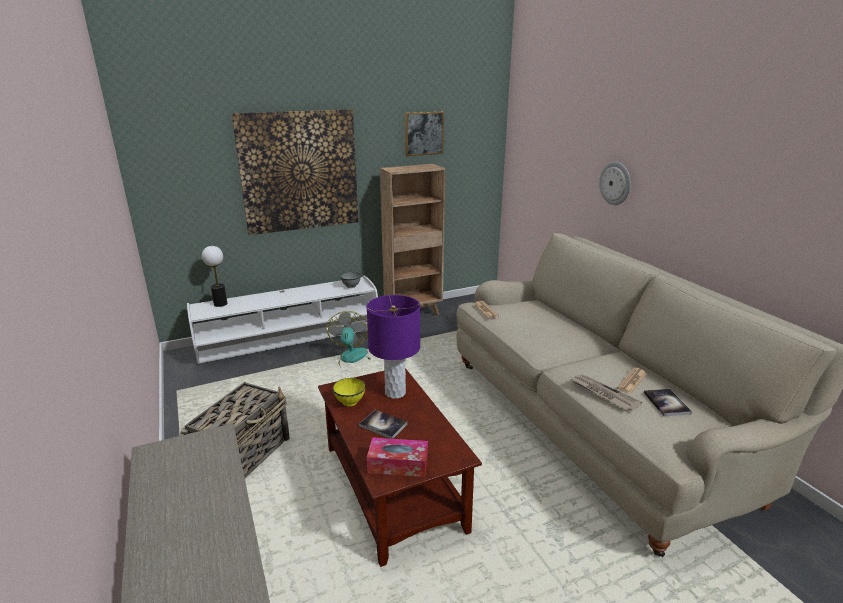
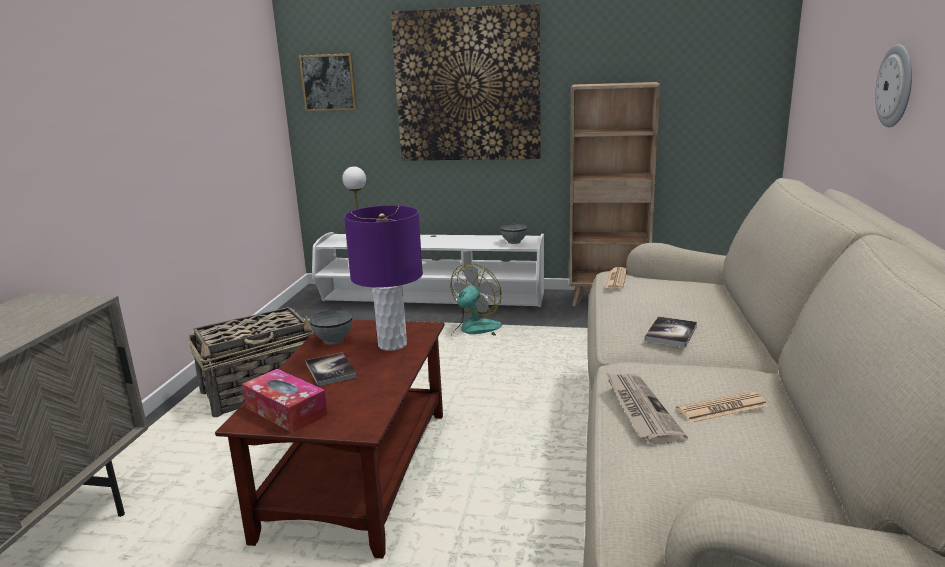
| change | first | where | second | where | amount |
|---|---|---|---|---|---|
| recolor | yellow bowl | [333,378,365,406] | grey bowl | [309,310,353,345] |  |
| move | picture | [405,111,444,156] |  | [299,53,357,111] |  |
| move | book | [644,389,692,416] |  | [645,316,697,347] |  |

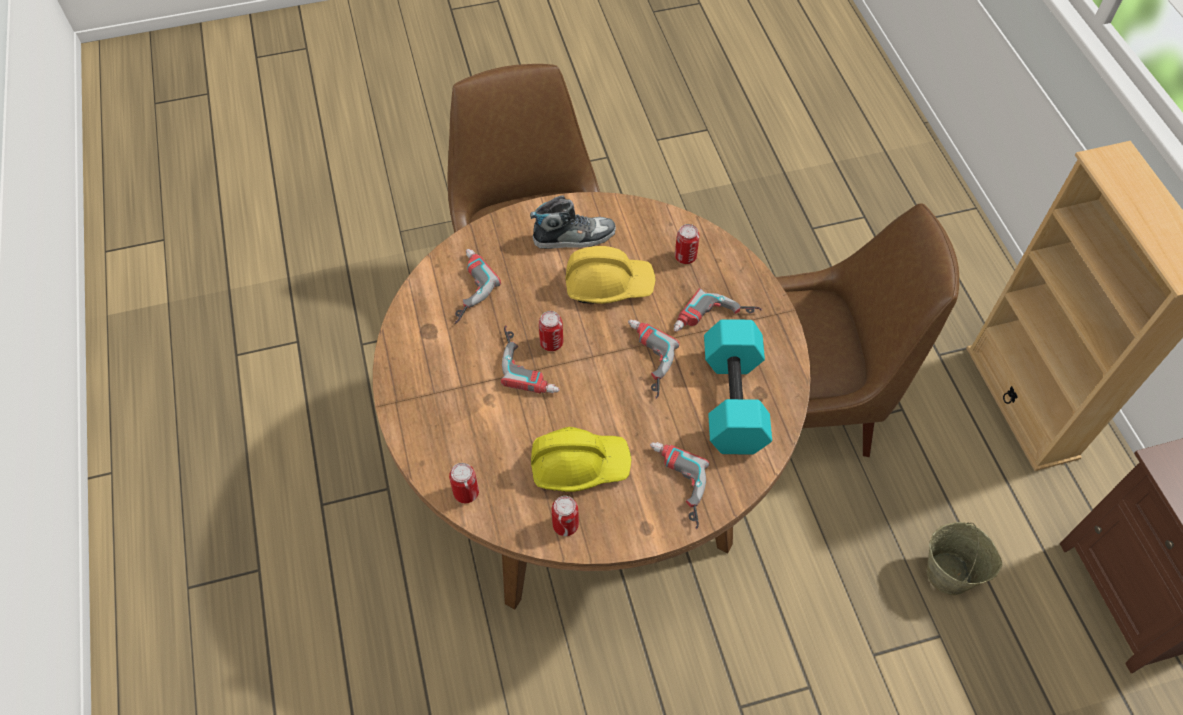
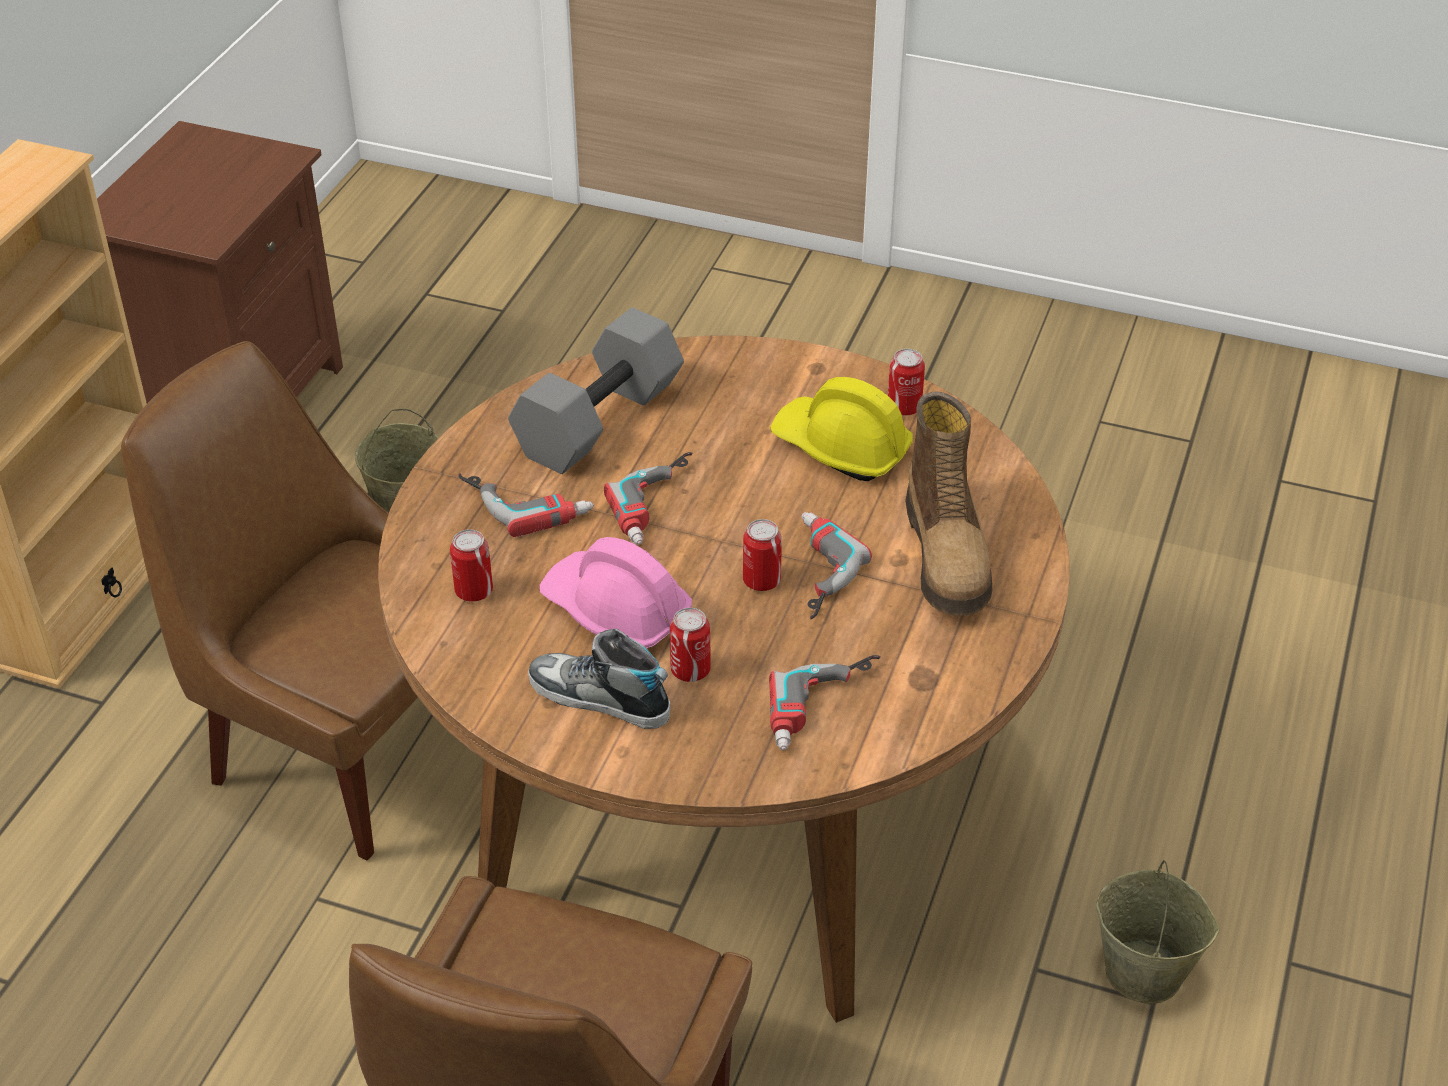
| change | first | where | second | where | amount |
|---|---|---|---|---|---|
| move | can | [449,463,479,503] |  | [670,608,711,682] |  |
| recolor | yellow hard hat | [565,246,656,304] | pink hard hat | [539,537,692,648] |  |
| delete | power drill | [650,442,709,530] |  |  |  |
| recolor | turquoise dumbbell | [704,319,772,455] | grey dumbbell | [508,308,684,474] |  |
| insert |  |  | boot | [905,392,992,616] |  |
| insert |  |  | beige bucket | [1096,860,1219,1004] |  |

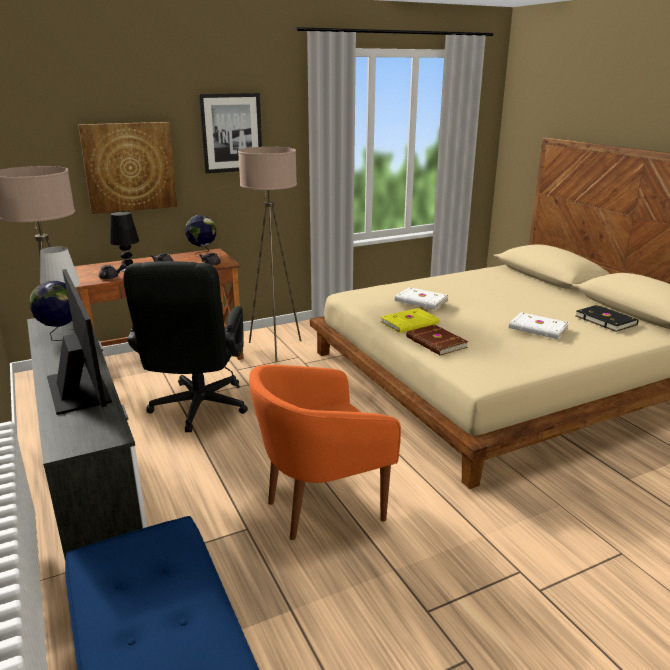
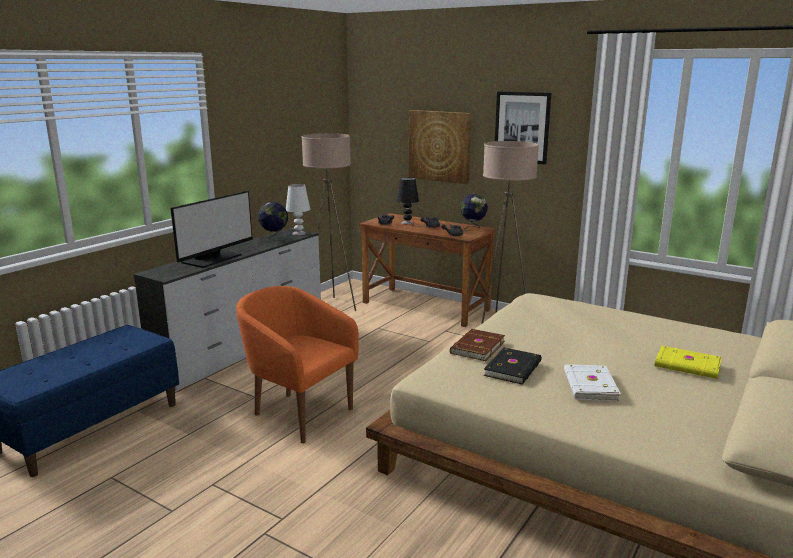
| change | first | where | second | where | amount |
|---|---|---|---|---|---|
| delete | black office chair | [124,261,248,432] |  |  |  |
| move | yellow book | [380,308,439,333] |  | [655,346,722,379] |  |
| delete | white book | [395,287,449,310] |  |  |  |
| move | black book | [576,305,639,332] |  | [484,347,542,384] |  |

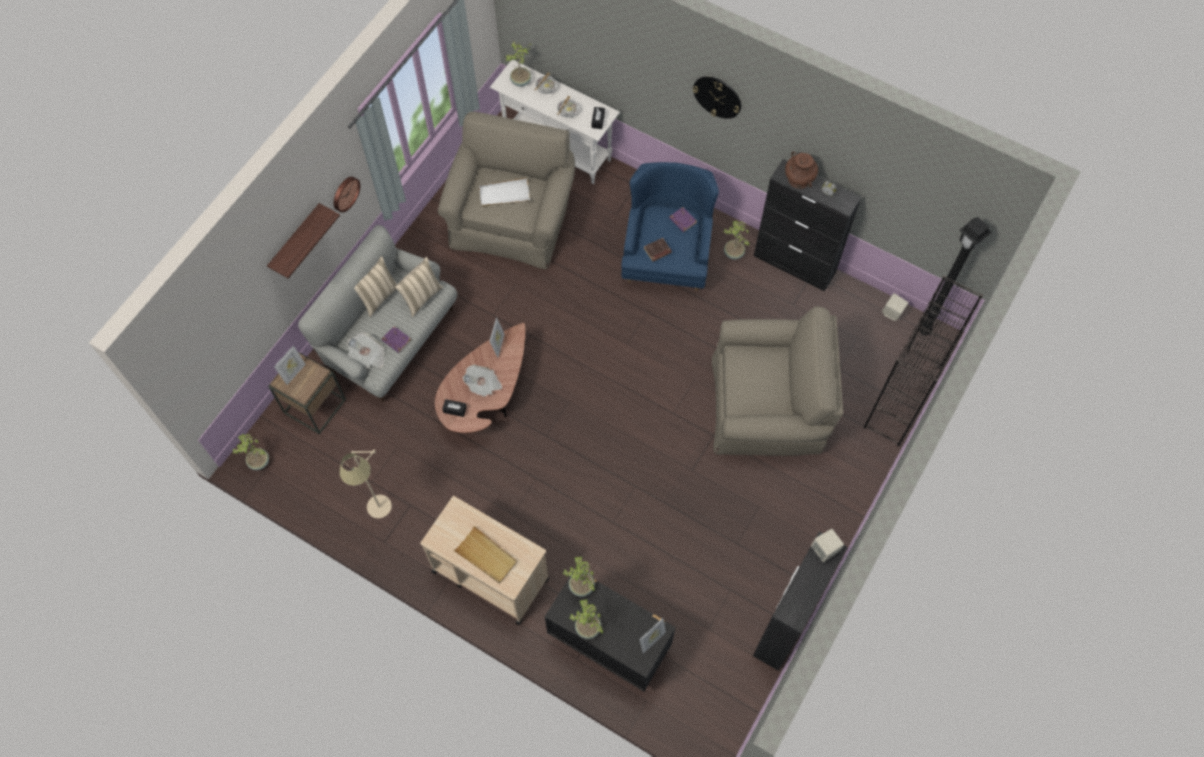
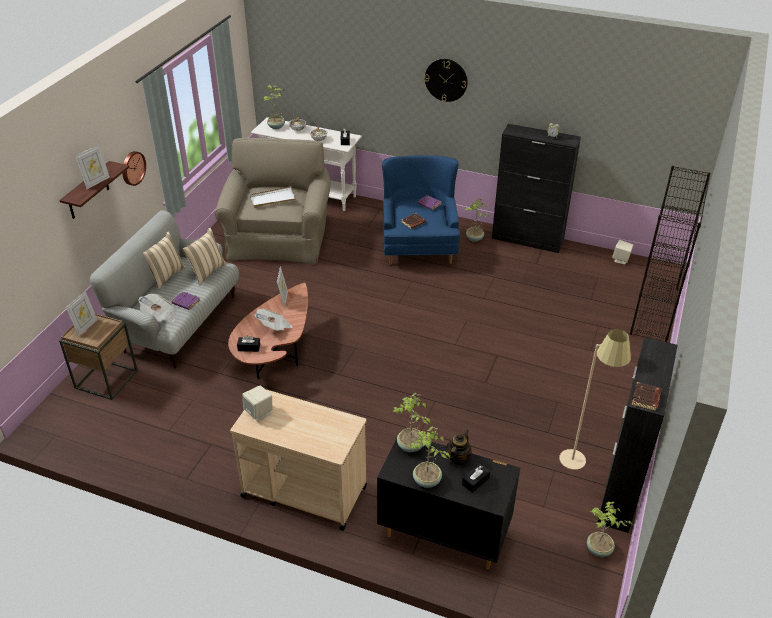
| change | first | where | second | where | amount |
|---|---|---|---|---|---|
| move | potted plant | [232,434,269,470] |  | [587,502,633,557] |  |
| move | beige floor lamp | [340,450,392,519] |  | [559,329,631,470] |  |
| delete | beige tray | [453,526,517,584] |  |  |  |
| move | picture frame | [640,618,666,654] |  | [75,145,110,189] |  |
| delete | beige armchair | [712,306,843,456] |  |  |  |
| delete | brown vase | [785,151,818,189] |  |  |  |
| move | beige speaker | [811,529,844,562] |  | [243,385,272,422] |  |
| delete | black floor lamp | [919,217,992,335] |  |  |  |
| insert |  |  | teapot | [446,429,472,465] |  |
| insert |  |  | black tissue box | [462,463,490,493] |  |
| insert |  |  | brown book | [631,382,661,411] |  |

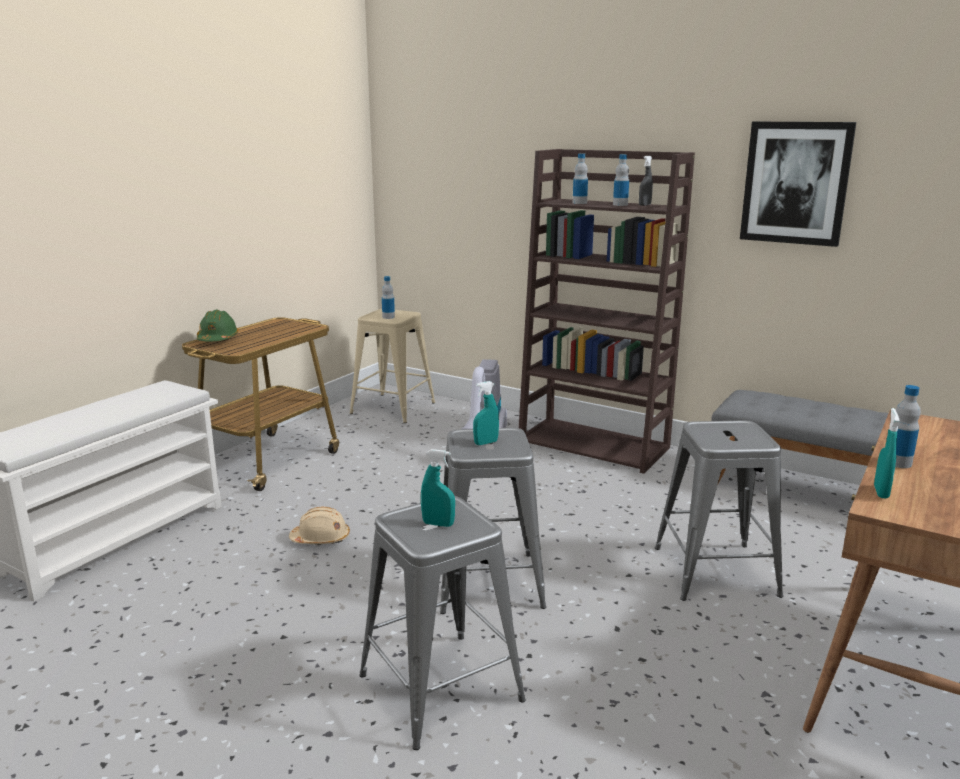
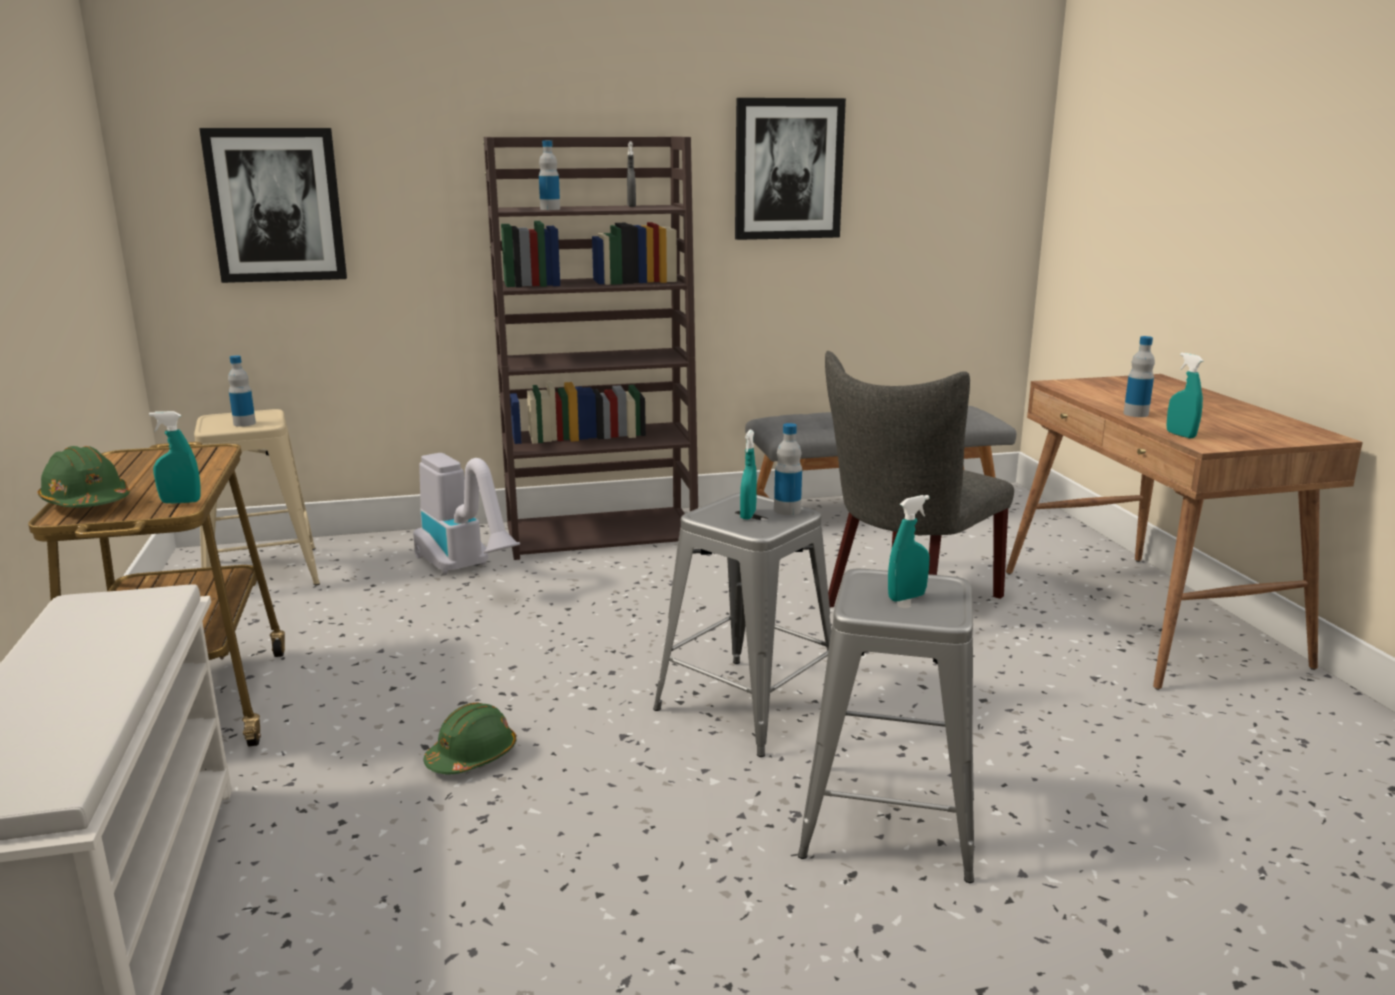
| change | first | where | second | where | amount |
|---|---|---|---|---|---|
| recolor | beige hard hat | [289,506,350,544] | green hard hat | [424,702,517,774] |  |
| move | bottle | [613,154,629,206] |  | [774,423,802,515] |  |
| replace | grey stool | [655,420,783,601] | grey chair | [825,351,1014,607] |  |
| insert |  |  | turquoise spray bottle | [149,411,201,504] |  |
| insert |  |  | picture | [199,128,347,283] |  |

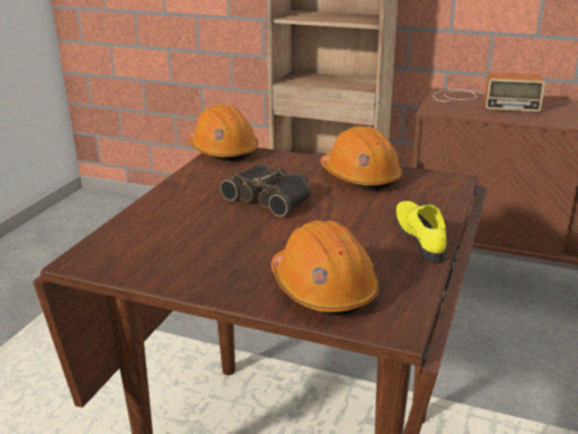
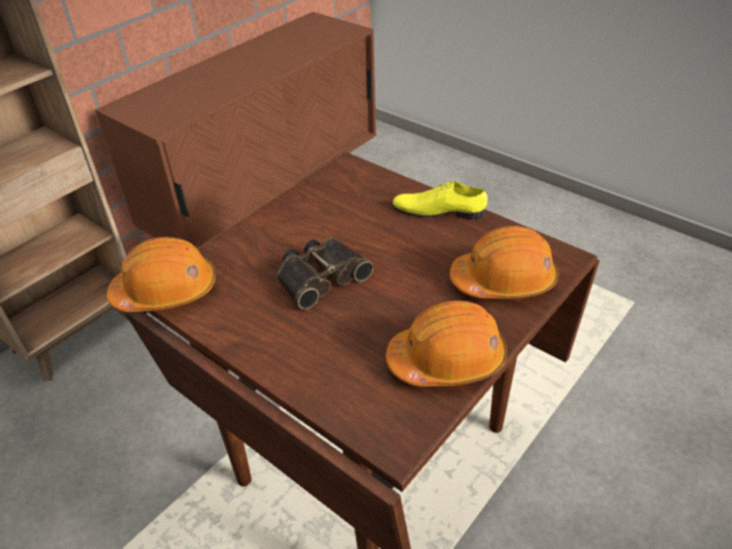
| change | first | where | second | where | amount |
|---|---|---|---|---|---|
| move | orange hard hat | [320,126,403,190] |  | [386,300,507,387] |  |
| delete | radio | [433,72,545,112] |  |  |  |

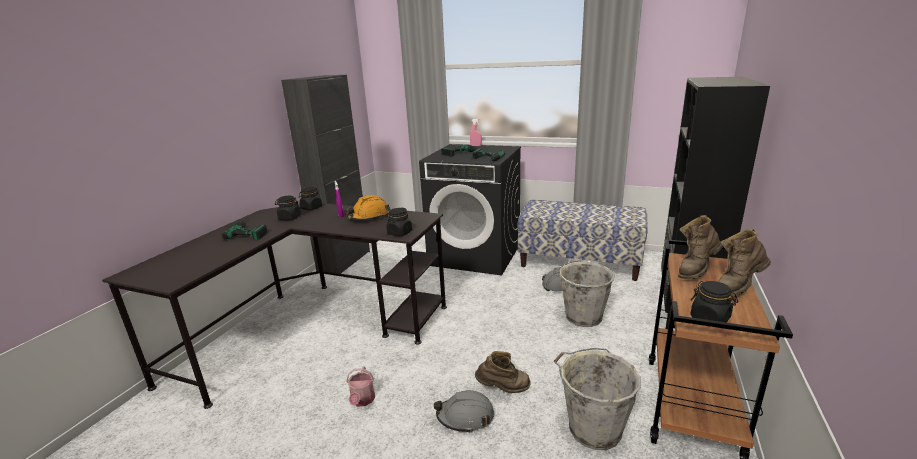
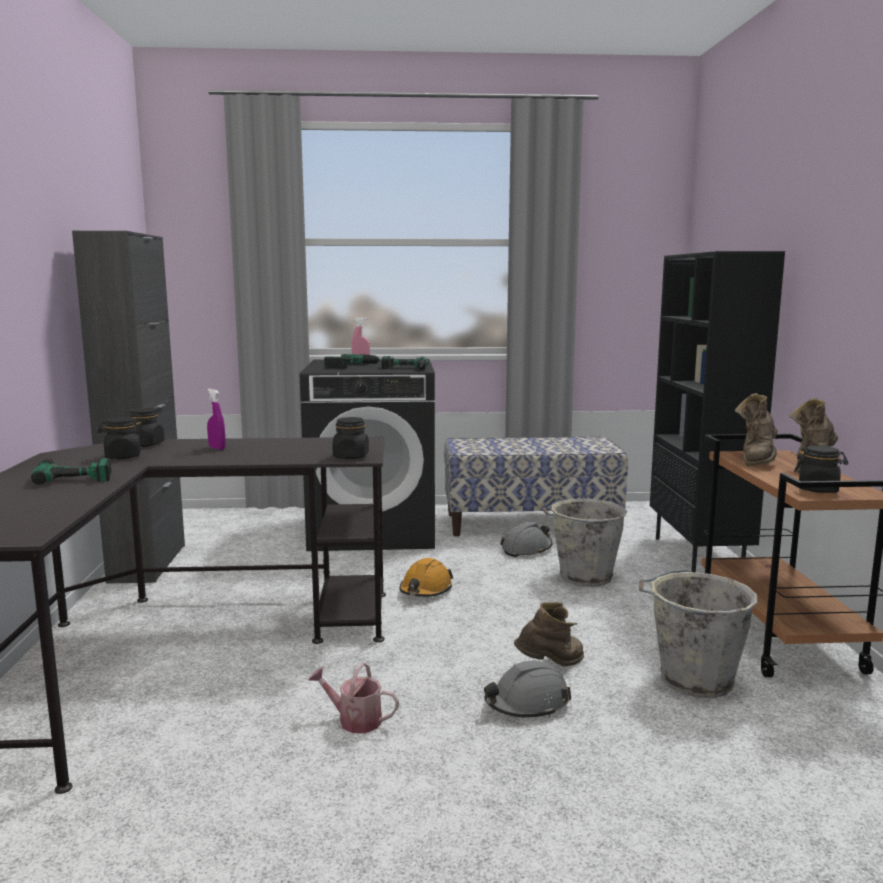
| change | first | where | second | where | amount |
|---|---|---|---|---|---|
| move | orange hard hat | [346,195,390,220] |  | [399,558,453,597] |  |
| rotate | watering can | [346,366,375,407] |  | [308,662,399,733] | 135 degrees clockwise |

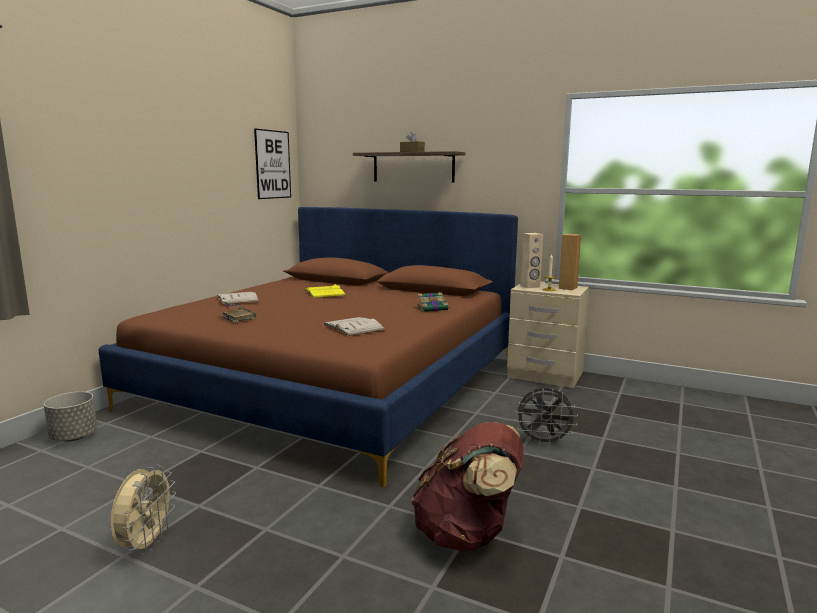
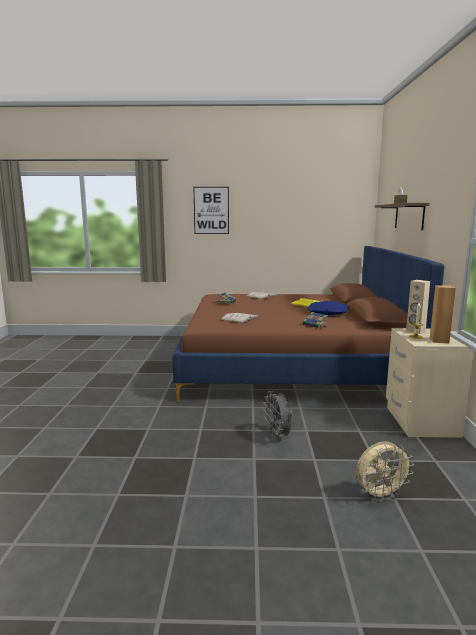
| change | first | where | second | where | amount |
|---|---|---|---|---|---|
| delete | grey planter | [44,392,97,441] |  |  |  |
| move | beige fan | [110,465,176,555] |  | [356,441,414,502] |  |
| move | picture | [254,128,291,199] |  | [194,187,229,234] |  |
| delete | brown backpack | [411,422,524,551] |  |  |  |
| insert |  |  | blue pillow | [308,301,349,315] |  |

